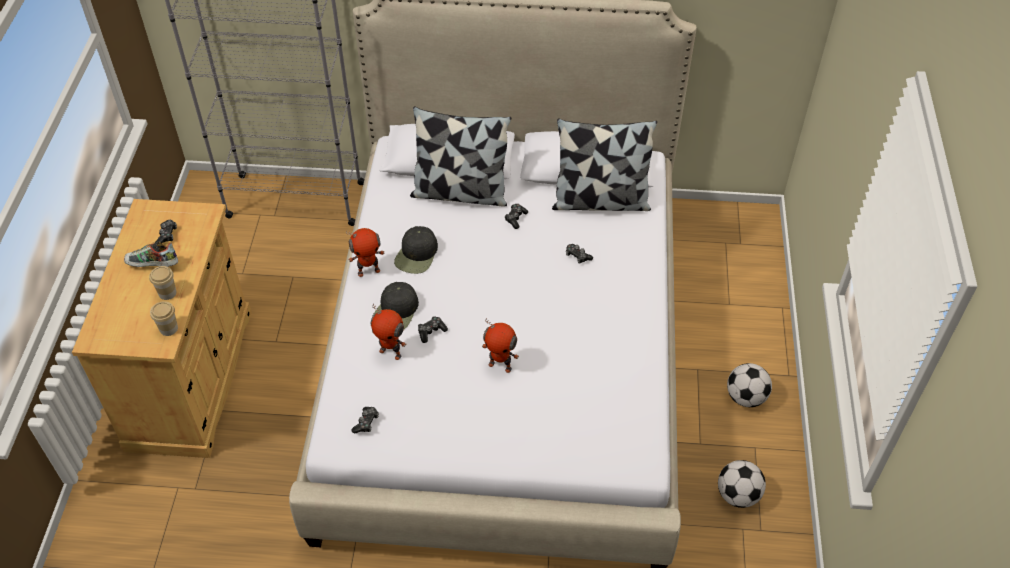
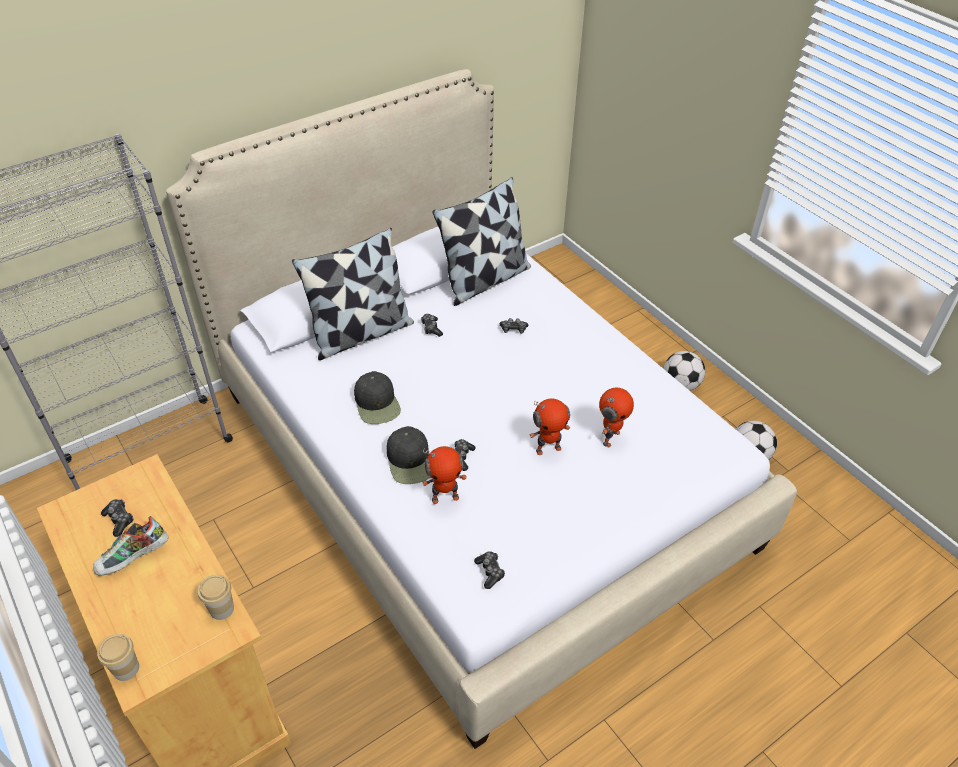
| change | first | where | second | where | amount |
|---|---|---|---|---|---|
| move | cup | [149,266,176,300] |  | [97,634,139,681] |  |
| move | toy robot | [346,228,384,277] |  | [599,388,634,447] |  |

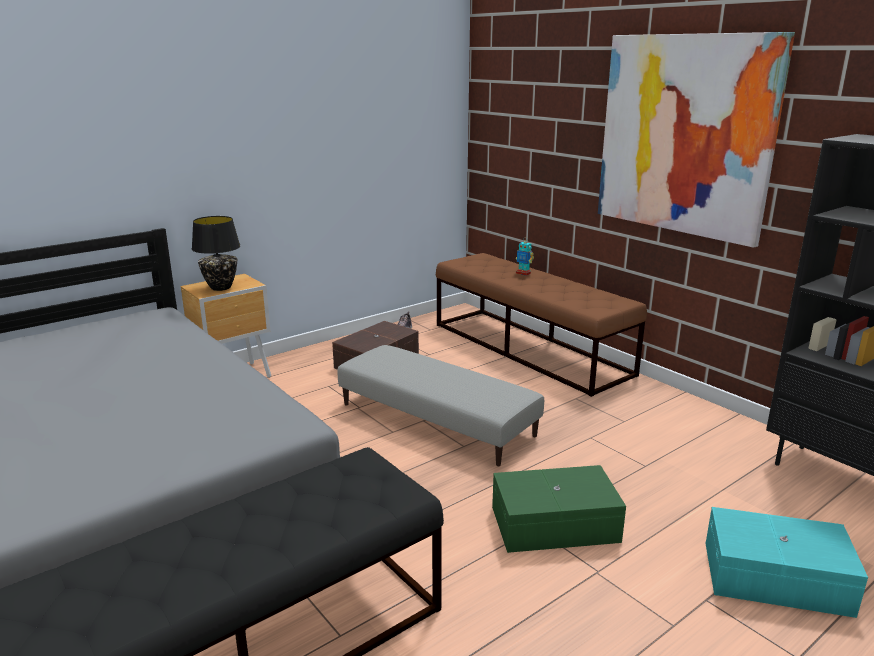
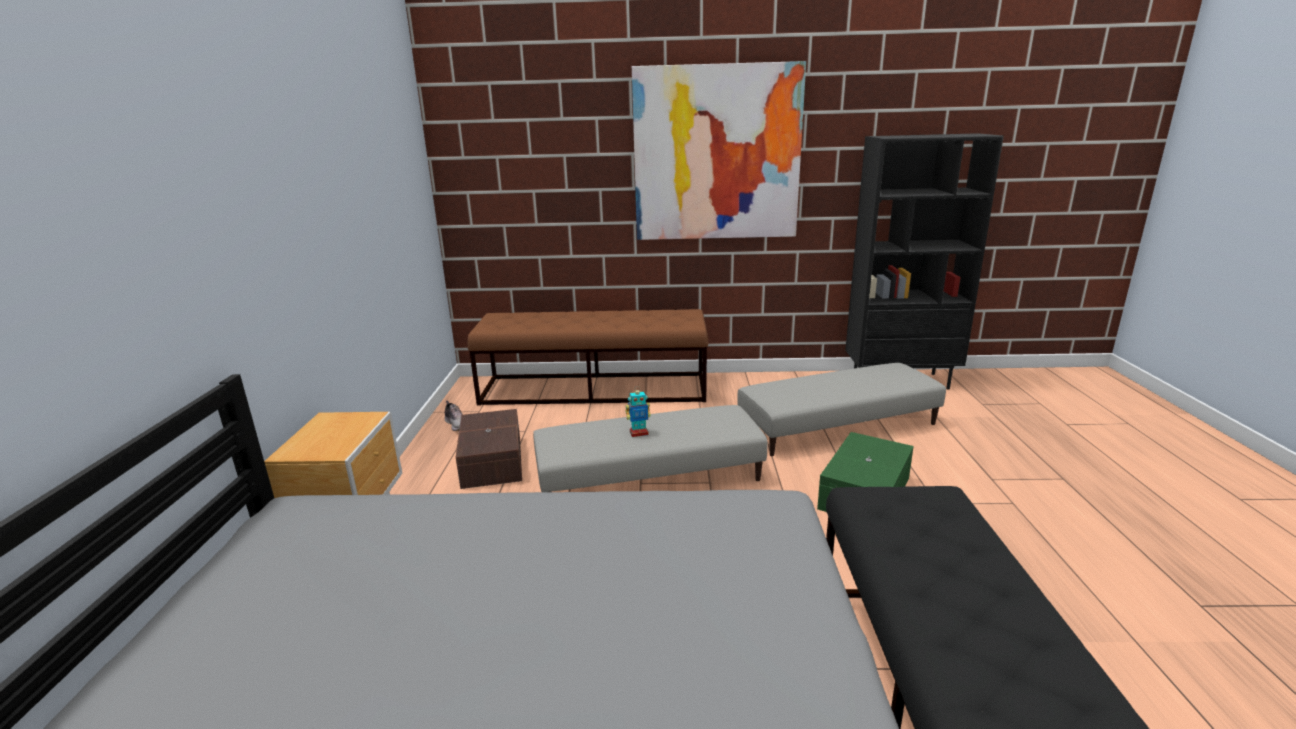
| change | first | where | second | where | amount |
|---|---|---|---|---|---|
| delete | black table lamp | [192,216,240,291] |  |  |  |
| move | toy robot | [516,237,534,276] |  | [626,390,651,437] |  |
| delete | turquoise storage box | [706,507,868,618] |  |  |  |
| insert |  |  | grey ottoman | [737,363,946,456] |  |

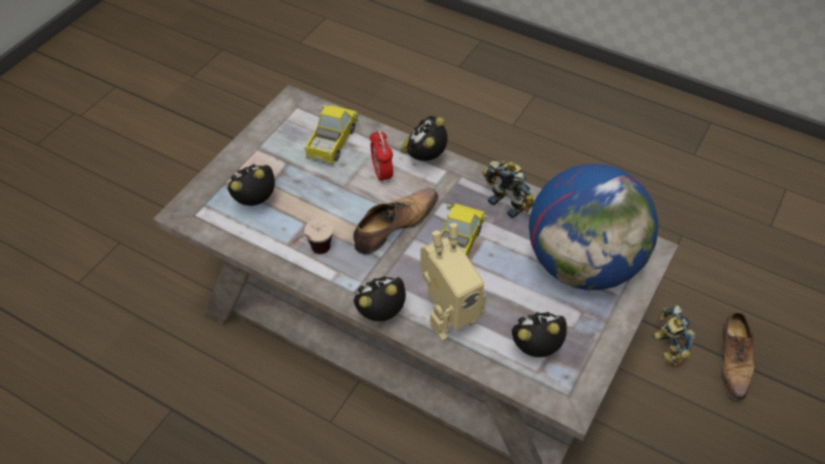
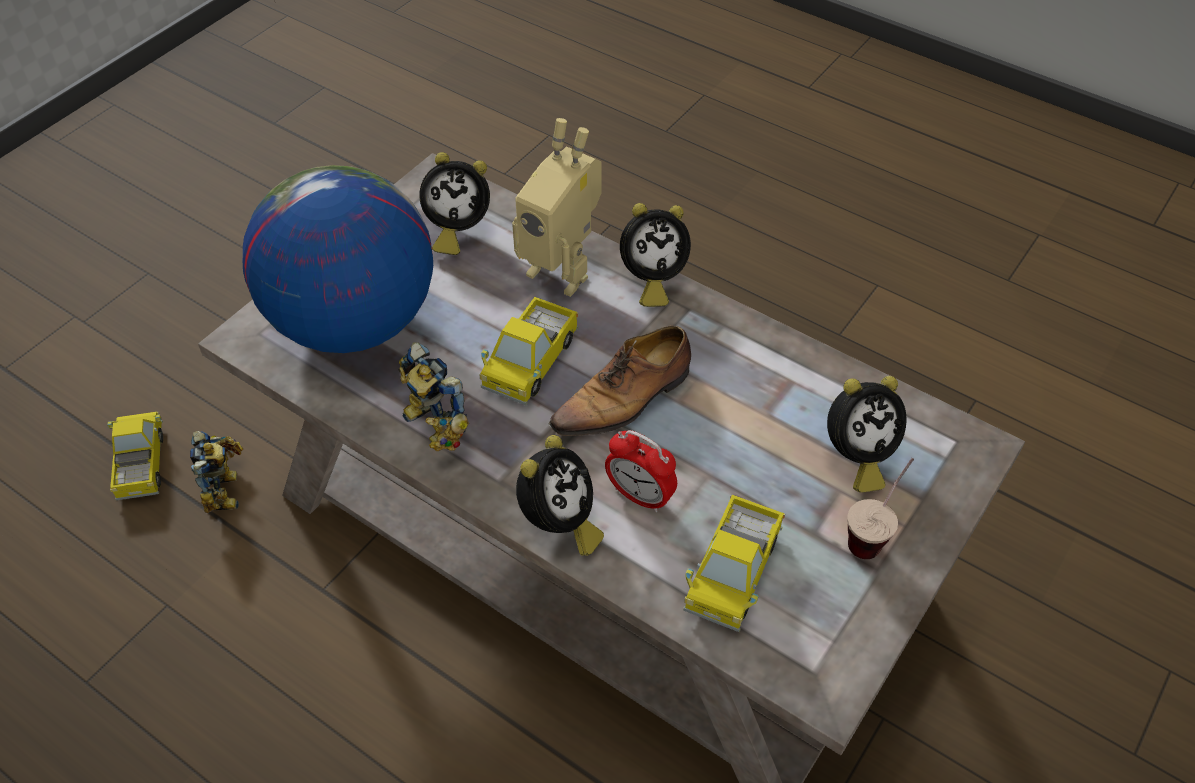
| change | first | where | second | where | amount |
|---|---|---|---|---|---|
| move | cup | [292,219,333,254] |  | [847,458,914,559] |  |
| rotate | alarm clock | [370,129,393,184] |  | [605,430,677,512] | 135 degrees clockwise |
| rotate | toy robot | [420,223,486,341] |  | [512,118,602,297] | 120 degrees counterclockwise |
| replace | shoe | [721,312,755,400] | toy truck | [107,412,163,500] |  |

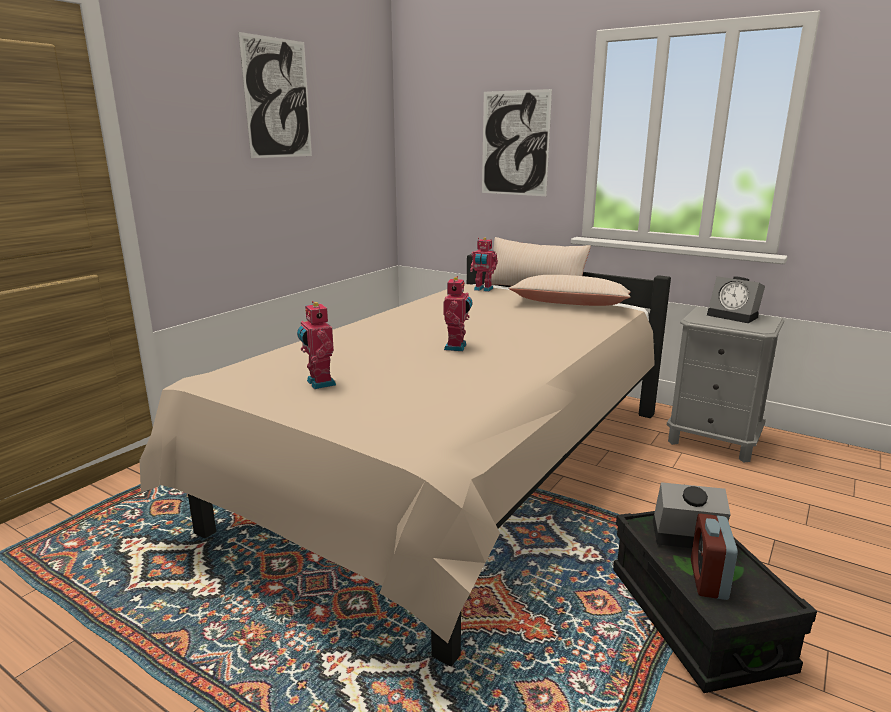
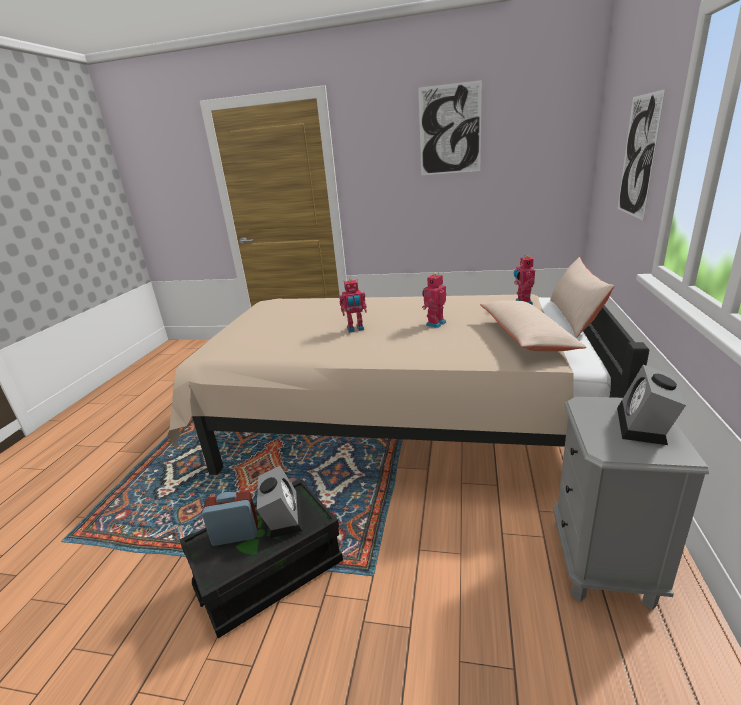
| change | first | where | second | where | amount |
|---|---|---|---|---|---|
| move | toy robot | [297,301,336,389] |  | [422,272,447,328] |  |

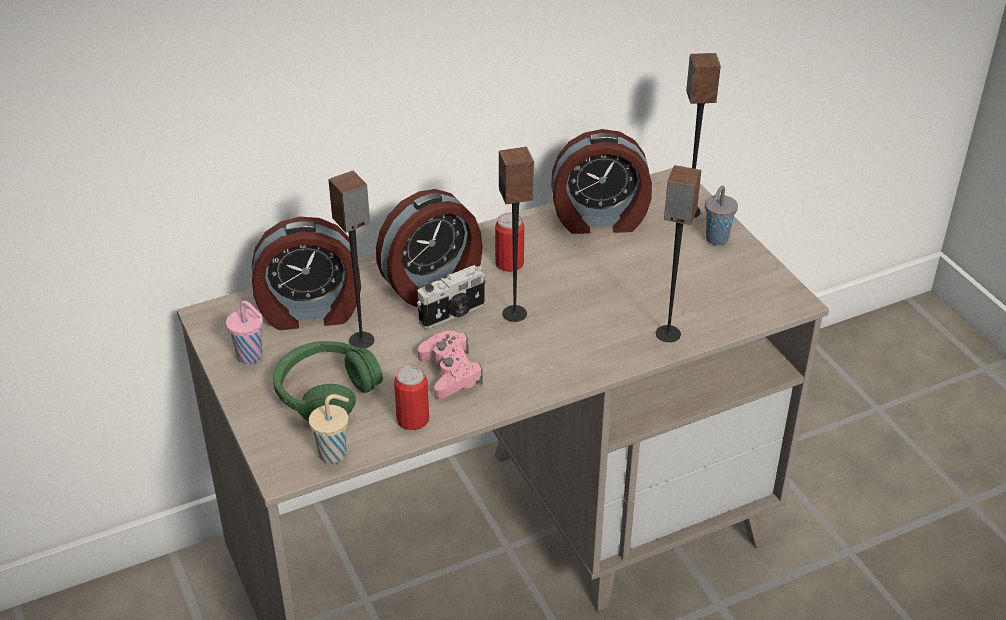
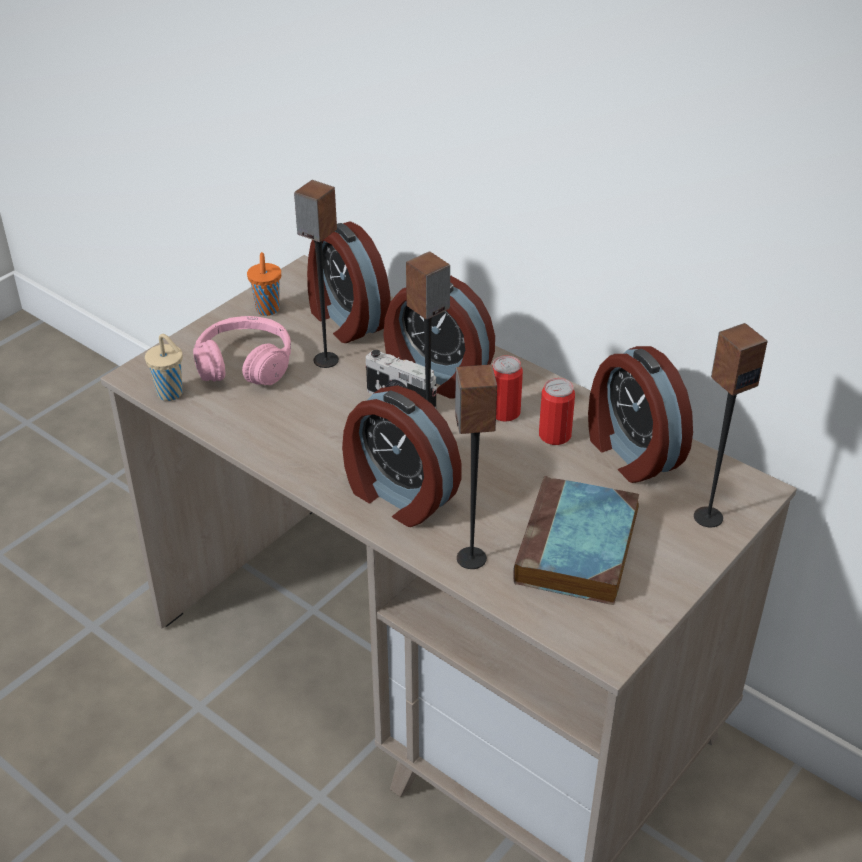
| change | first | where | second | where | amount |
|---|---|---|---|---|---|
| recolor | pink cup | [226,301,263,364] | orange cup | [247,252,281,316] |  |
| recolor | green headphones | [273,341,383,422] | pink headphones | [193,316,291,385] |  |
| move | can | [394,365,429,430] |  | [539,378,575,445] |  |
| delete | pink game controller | [418,331,483,399] |  |  |  |
| delete | grey cup | [705,186,738,245] |  |  |  |
| insert |  |  | alarm clock | [342,385,462,527] |  |
| insert |  |  | book | [513,476,639,605] |  |

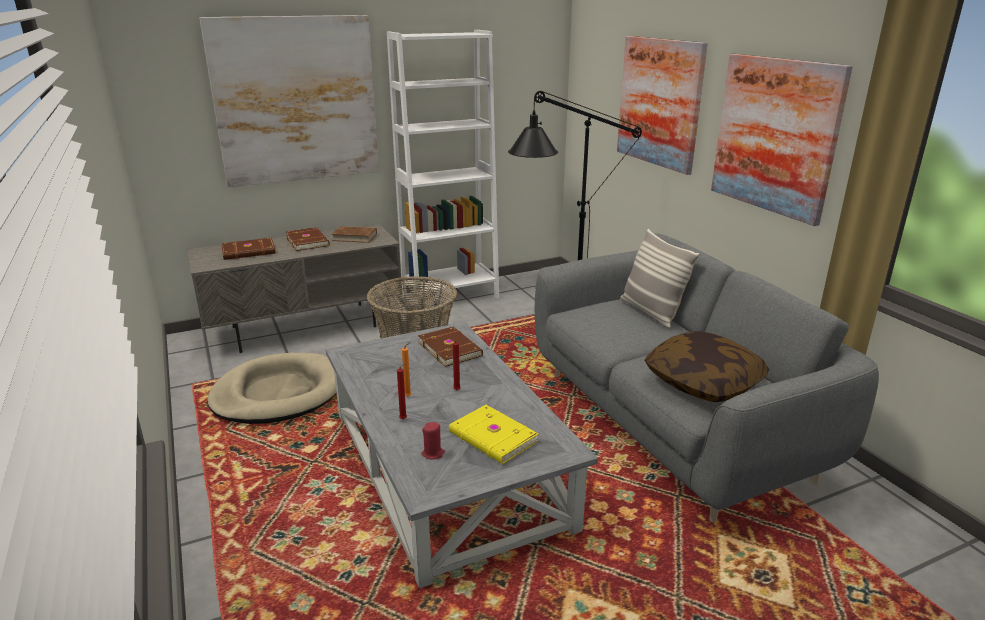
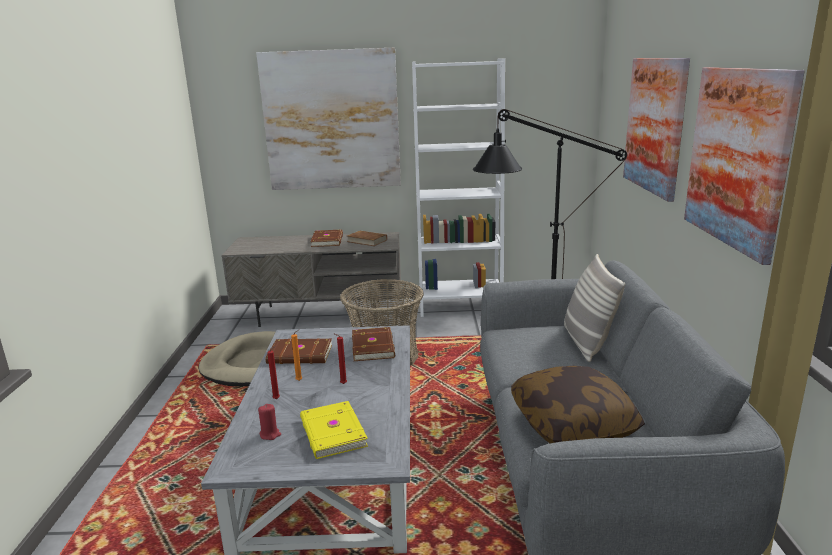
| change | first | where | second | where | amount |
|---|---|---|---|---|---|
| move | brown book | [221,238,276,260] |  | [266,338,332,364] |  |

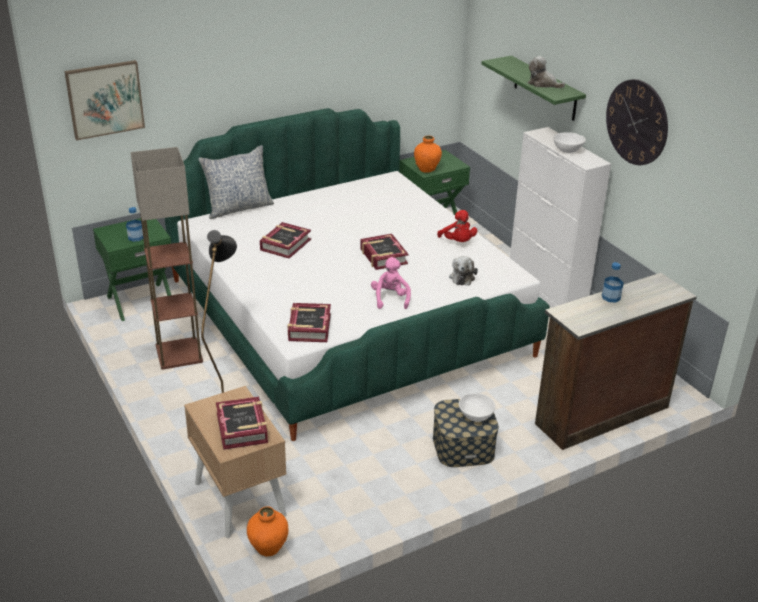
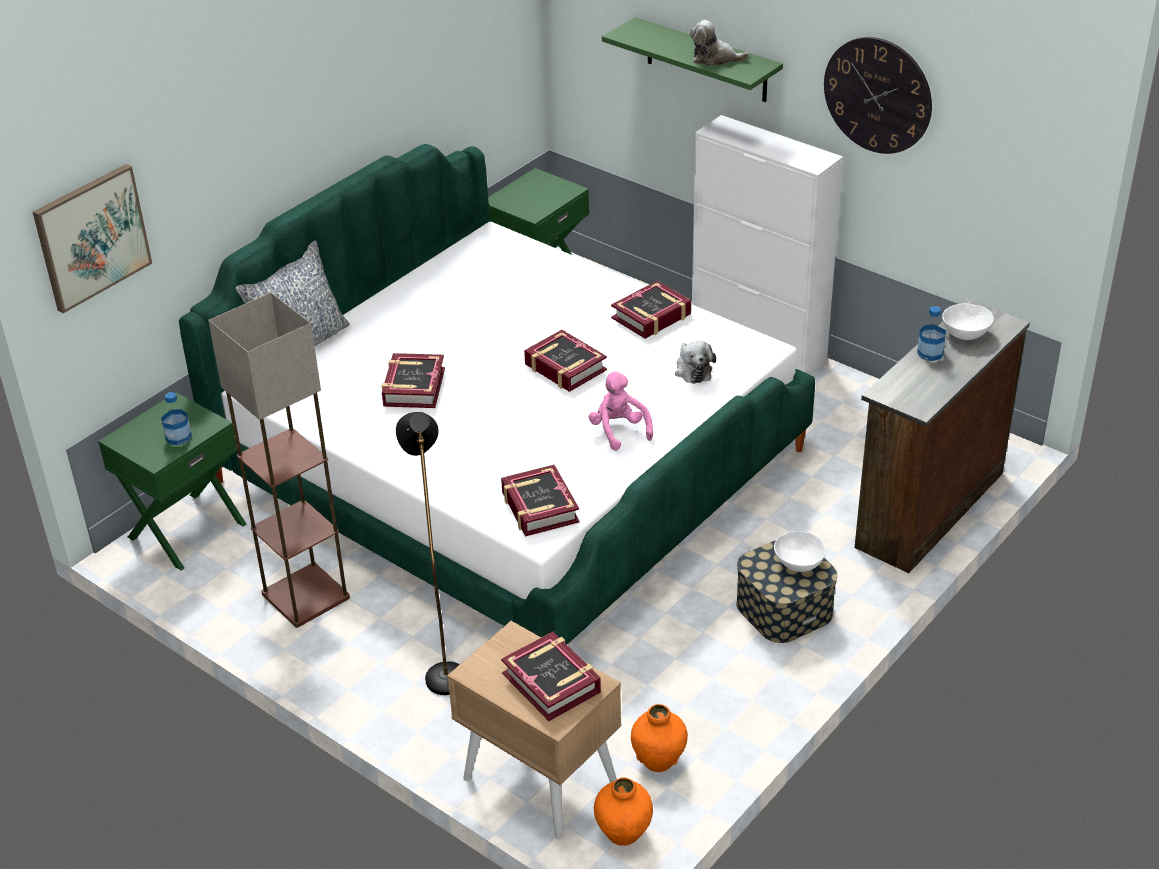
| change | first | where | second | where | amount |
|---|---|---|---|---|---|
| move | orange vase | [414,136,442,173] |  | [631,704,688,772] |  |
| replace | red plush toy | [437,210,477,242] | book | [611,281,691,339] |  |
| move | white bowl | [553,132,586,153] |  | [942,303,994,340] |  |

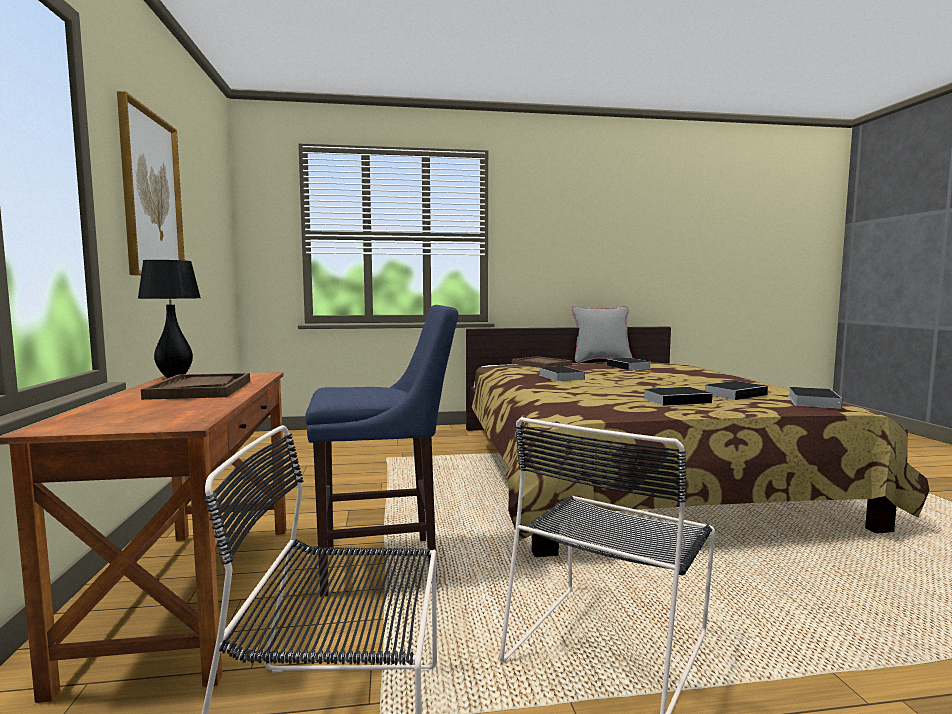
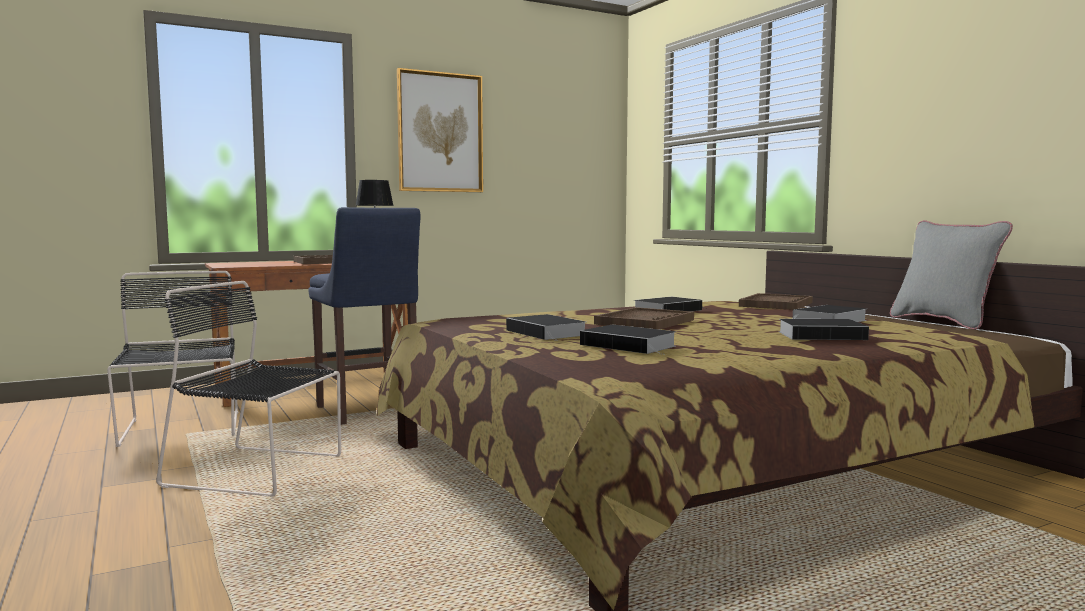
| change | first | where | second | where | amount |
|---|---|---|---|---|---|
| move | book | [788,387,842,409] |  | [779,319,869,340] |  |
| insert |  |  | brown tray | [594,307,694,330] |  |

